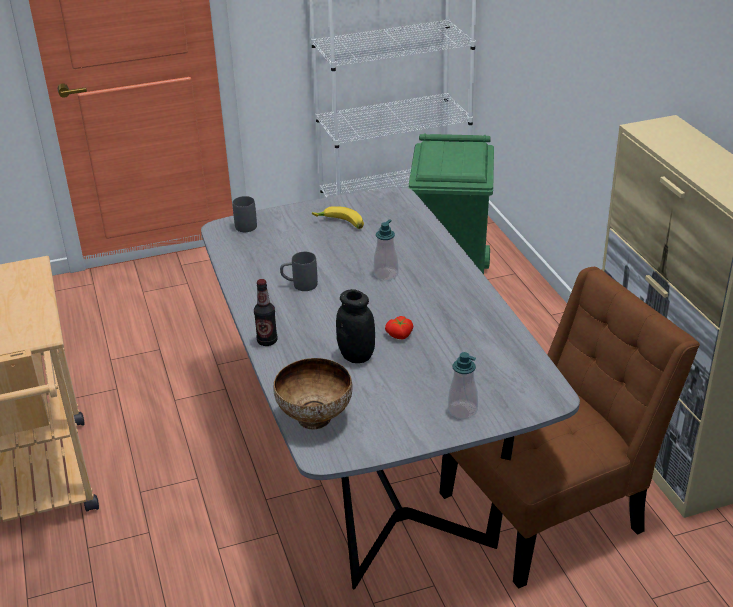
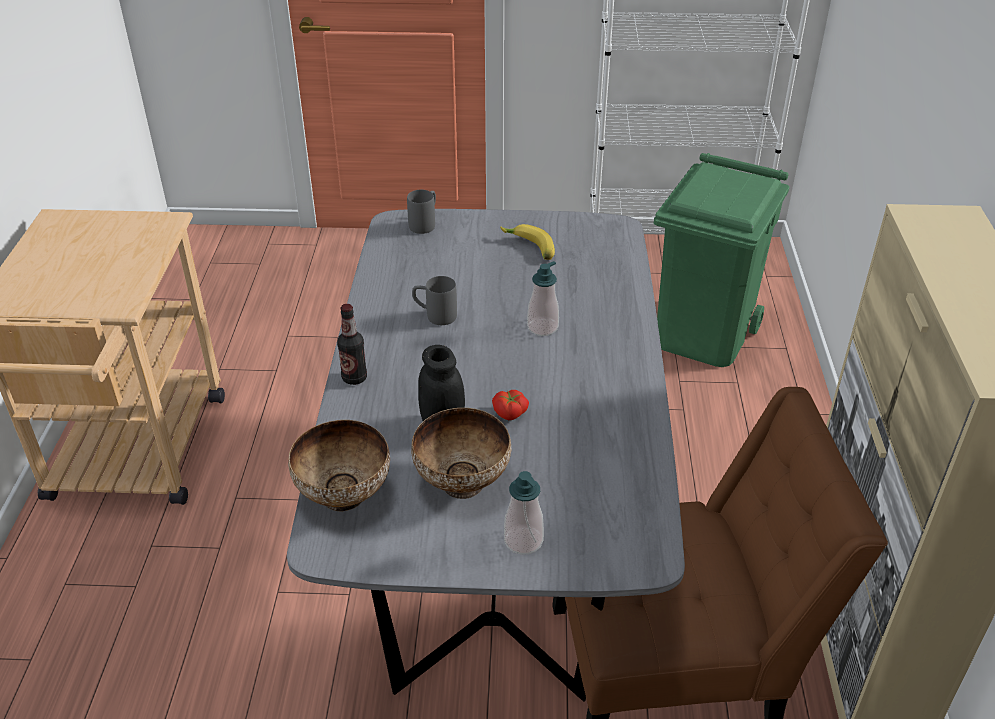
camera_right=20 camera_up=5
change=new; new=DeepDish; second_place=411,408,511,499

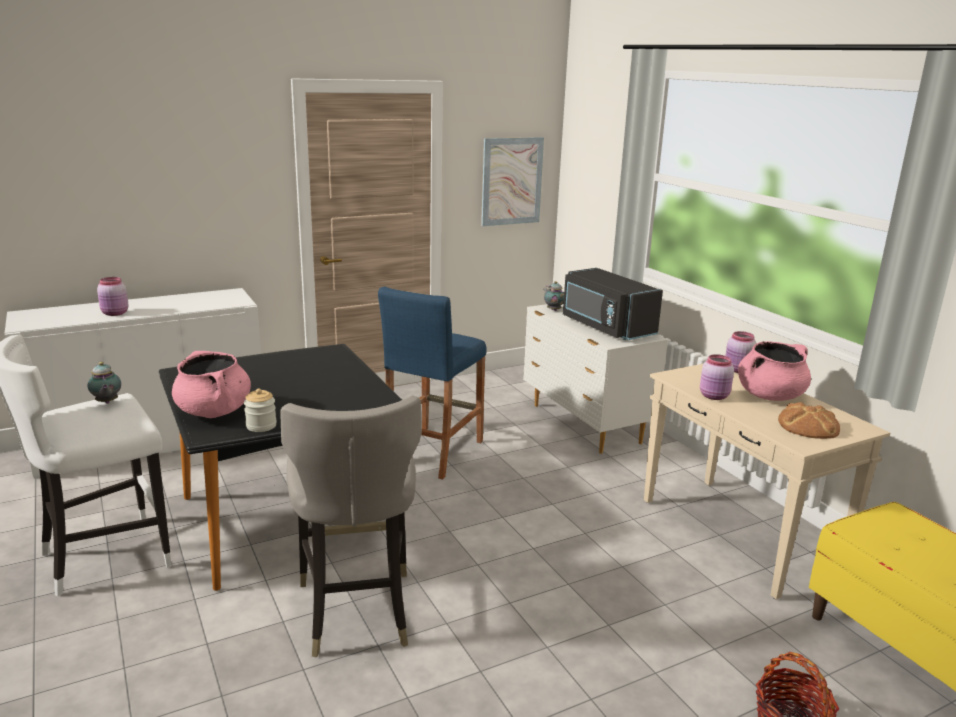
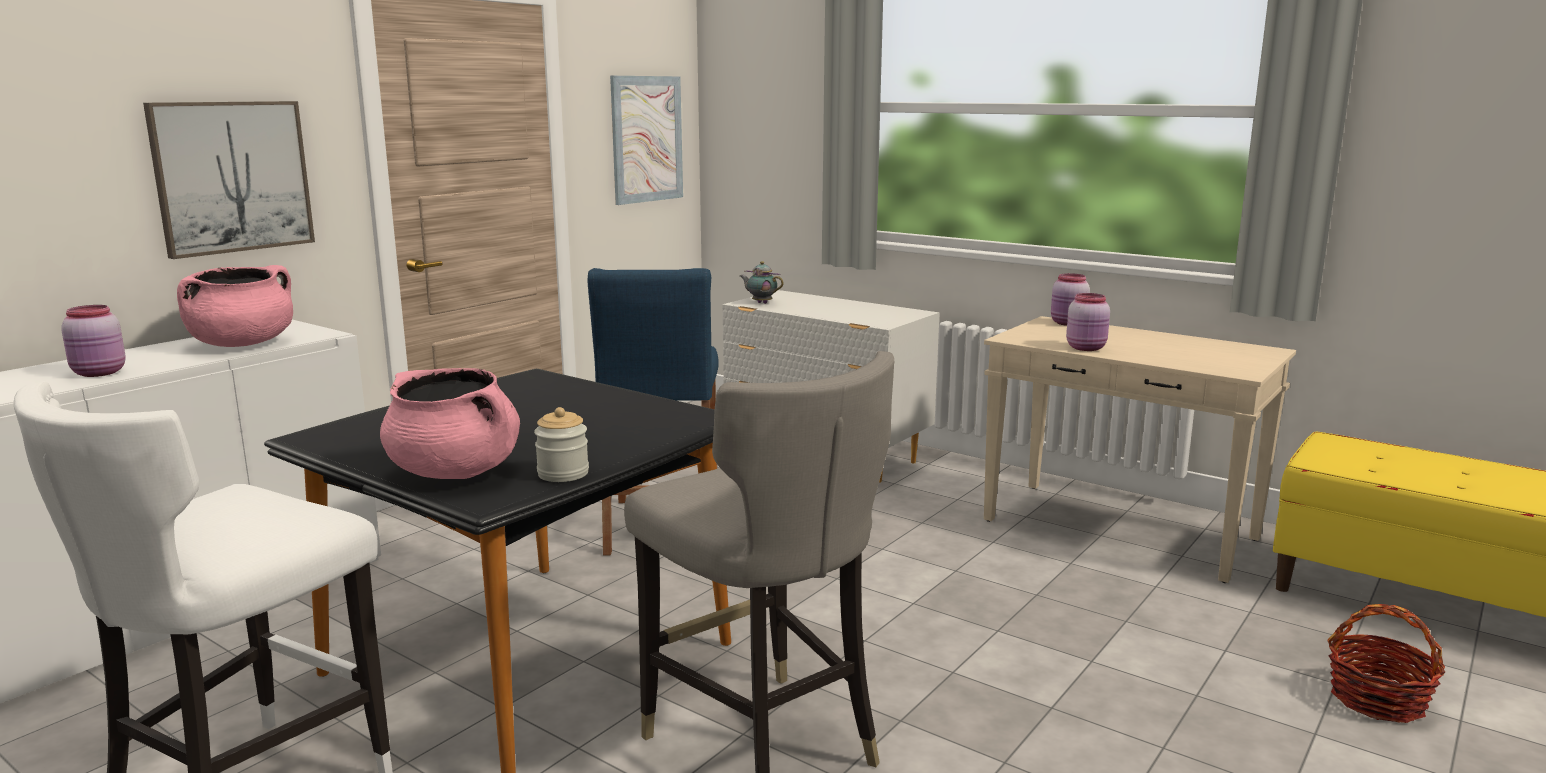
camera_right=-25 camera_up=-5
change=gone; old=TeaPot; first_place=88,362,121,403
change=gone; old=BlackColouredKitchenMicrowave; first_place=563,268,663,340
change=shifted; old=PinkishStockpot; first_place=738,341,811,401; second_place=177,265,293,347
change=gone; old=Bread; first_place=778,402,840,439
change=new; new=WallArt; second_place=143,101,315,259

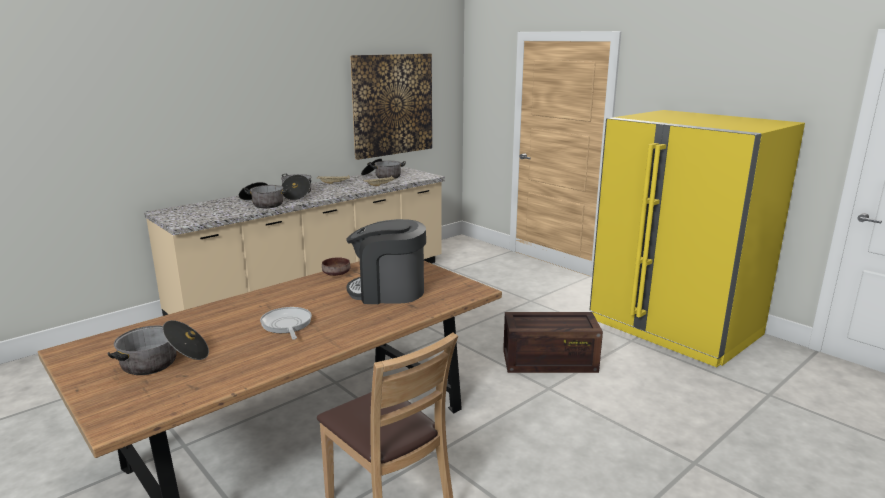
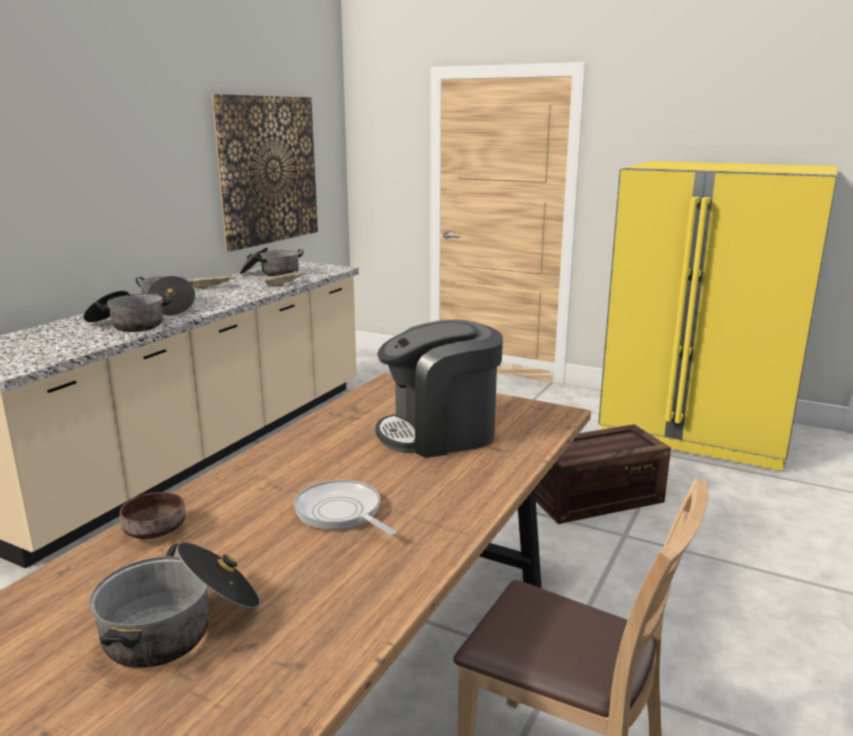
camera_right=-20 camera_up=0
change=shifted; old=BrownishDeepDish; first_place=322,257,350,276; second_place=120,492,186,539

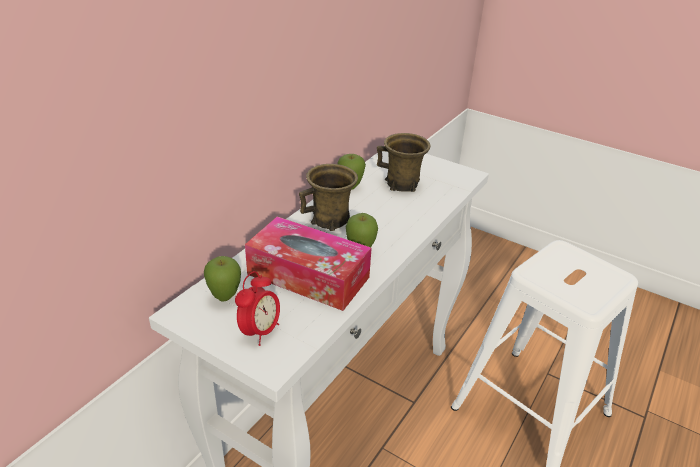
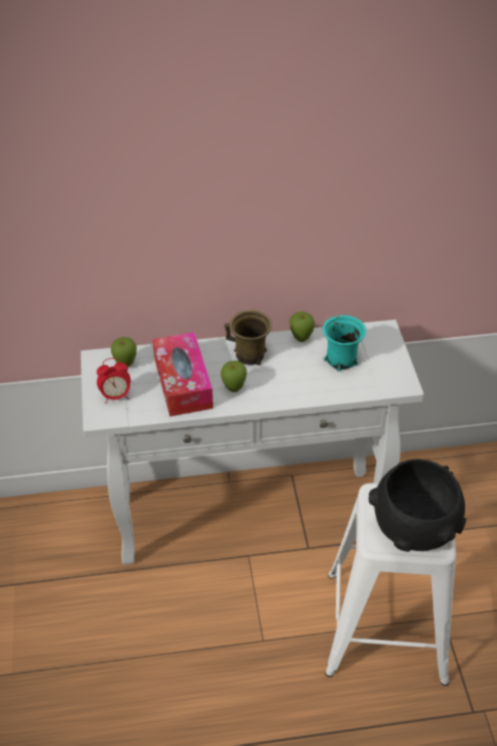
camera_right=50 camera_up=10
change=repainted; old=BrownishMug; new=TurquoiseColouredMug; first_place=377,133,430,192; second_place=323,315,366,371
change=new; new=BlackColouredDeepDish; second_place=368,459,466,552

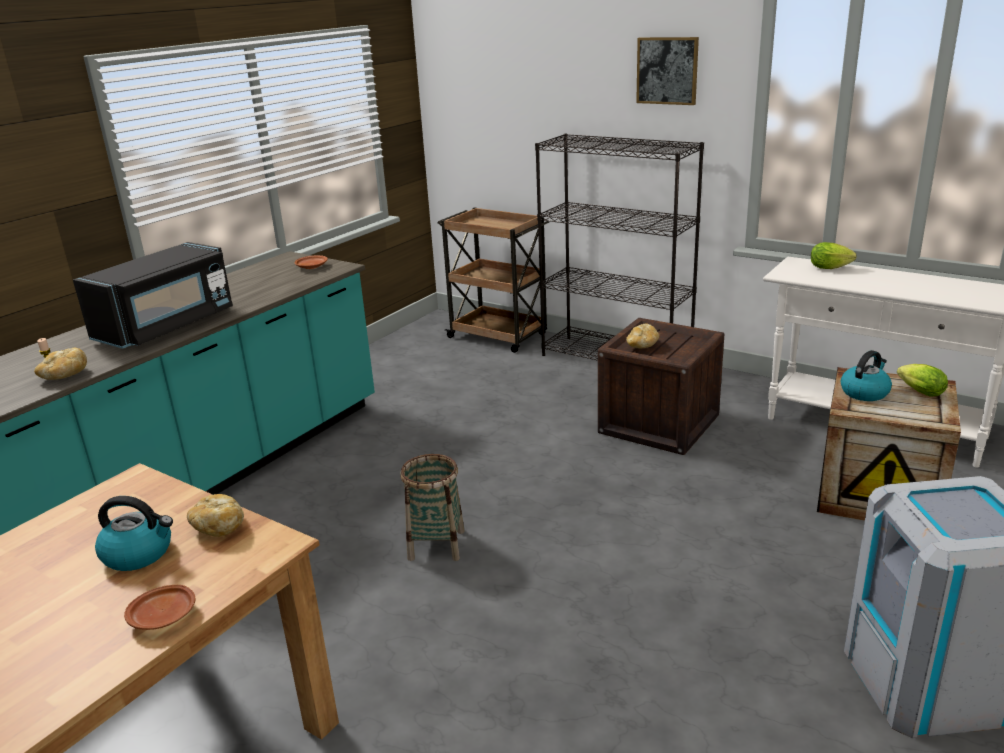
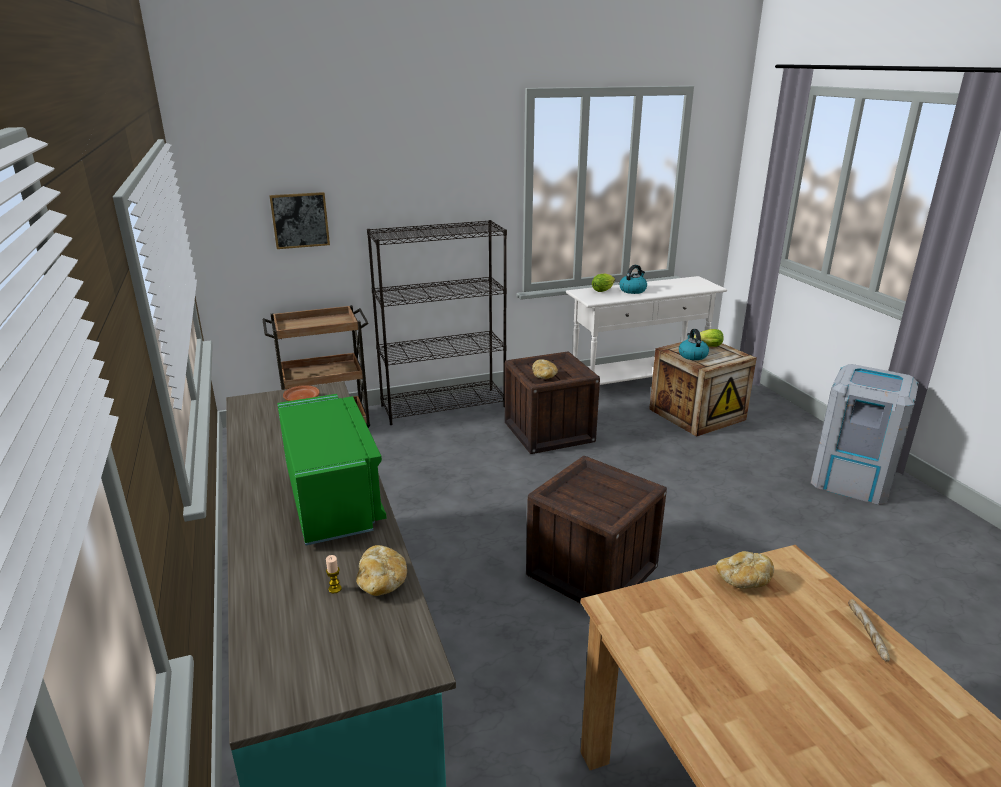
camera_right=-55 camera_up=0
change=repainted; old=BlackColouredKitchenMicrowave; new=GreenColouredKitchenMicrowave; first_place=73,242,233,349; second_place=277,394,387,545
change=shifted; old=Kettle; first_place=95,496,173,571; second_place=619,265,647,294
change=swapped; old=BrownishFlatDish; new=Bread; first_place=124,585,196,630; second_place=848,599,890,661
change=swapped; old=StorageBasket; new=Crate; first_place=400,454,465,561; second_place=526,456,667,604
change=shifted; old=WallArt; first_place=636,37,699,105; second_place=269,192,330,249

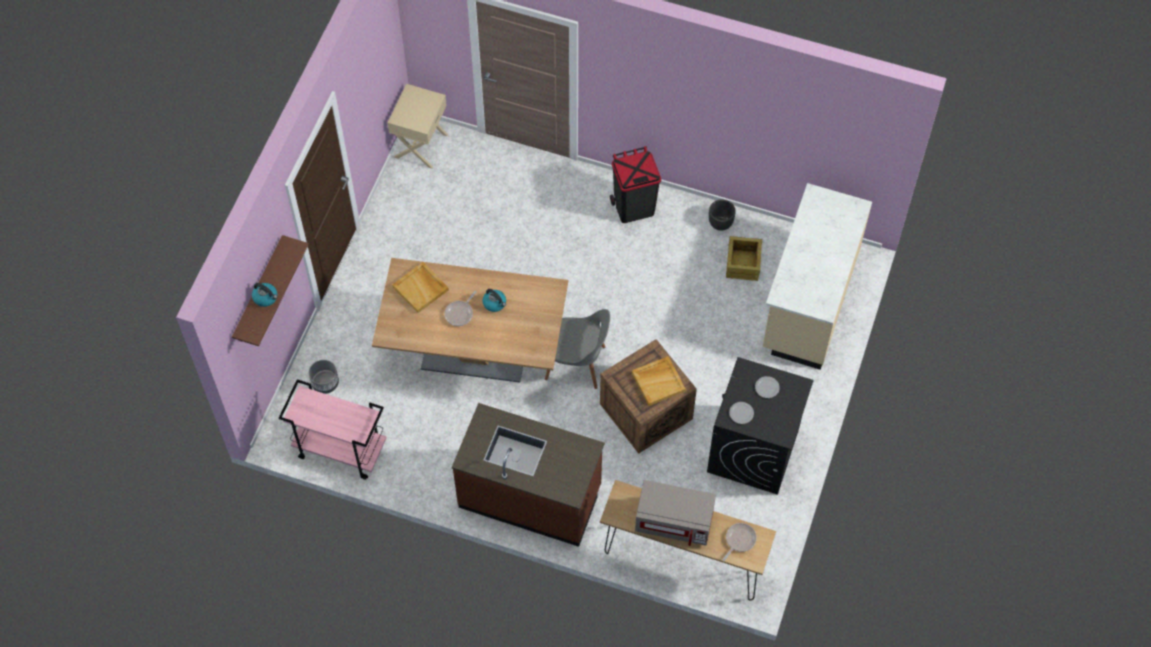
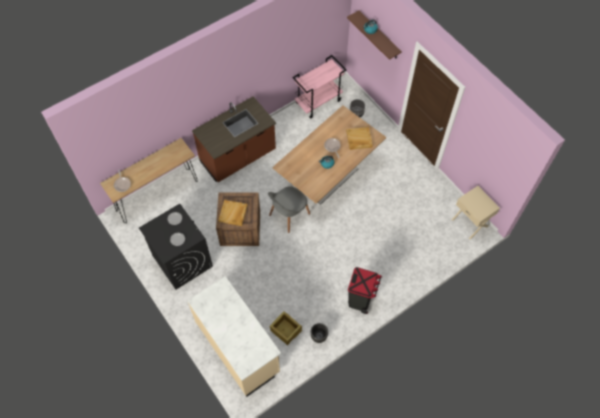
camera_right=125 camera_up=0
change=gone; old=GrayKitchenMicrowave; first_place=635,480,716,546

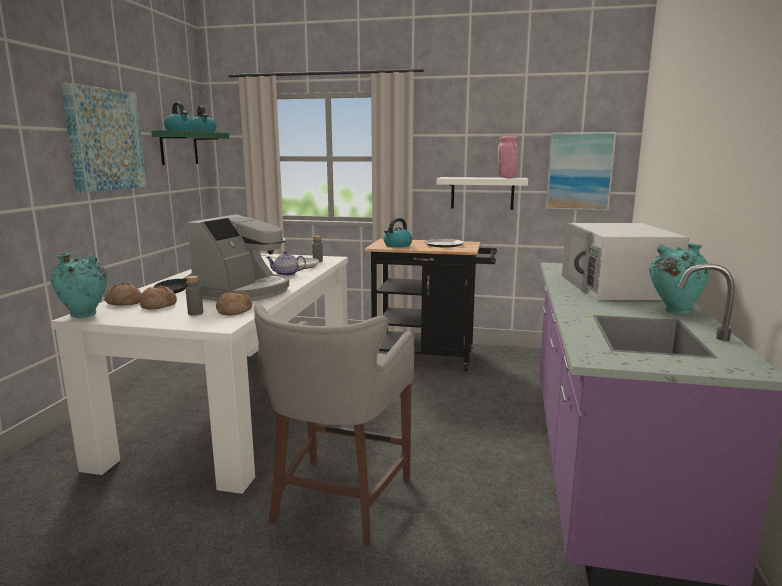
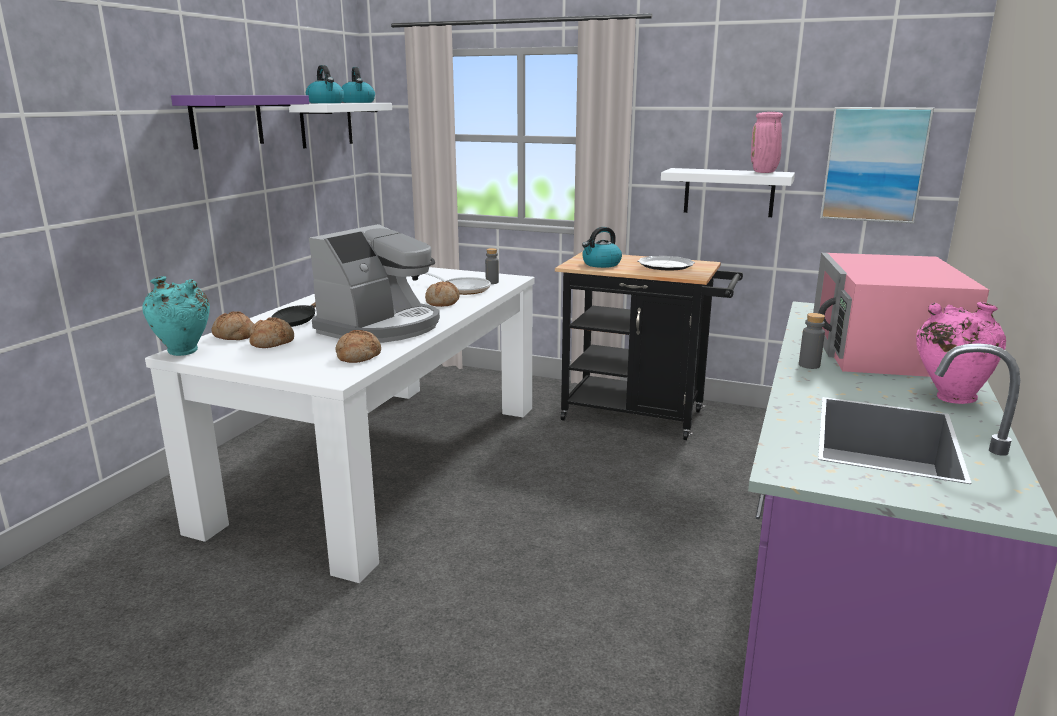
camera_right=10 camera_up=5
change=swapped; old=WallArt; new=PurpleShelf; first_place=61,82,147,193; second_place=171,95,309,149
change=repainted; old=GreenColouredShelf; new=WhiteColouredShelf; first_place=151,130,229,165; second_place=289,103,392,148
change=shifted; old=GrayBottle; first_place=186,276,203,316; second_place=799,313,825,369
change=gone; old=GrayStool; first_place=254,304,414,545
change=swapped; old=TeaPot; new=Bread; first_place=266,251,306,276; second_place=425,281,460,307
change=repainted; old=WhiteColouredKitchenMicrowave; new=PinkishKitchenMicrowave; first_place=562,223,689,300; second_place=813,253,989,377
change=repainted; old=TurquoiseColouredFlowerVase; new=PinkishFlowerVase; first_place=649,243,710,314; second_place=916,302,1006,404

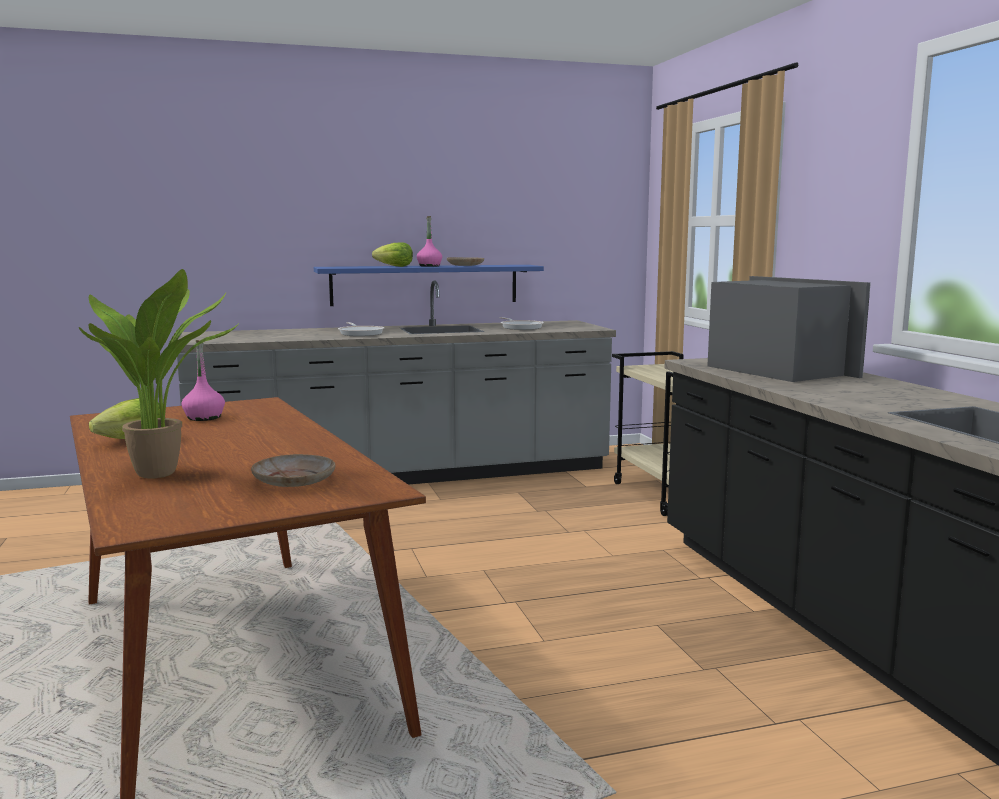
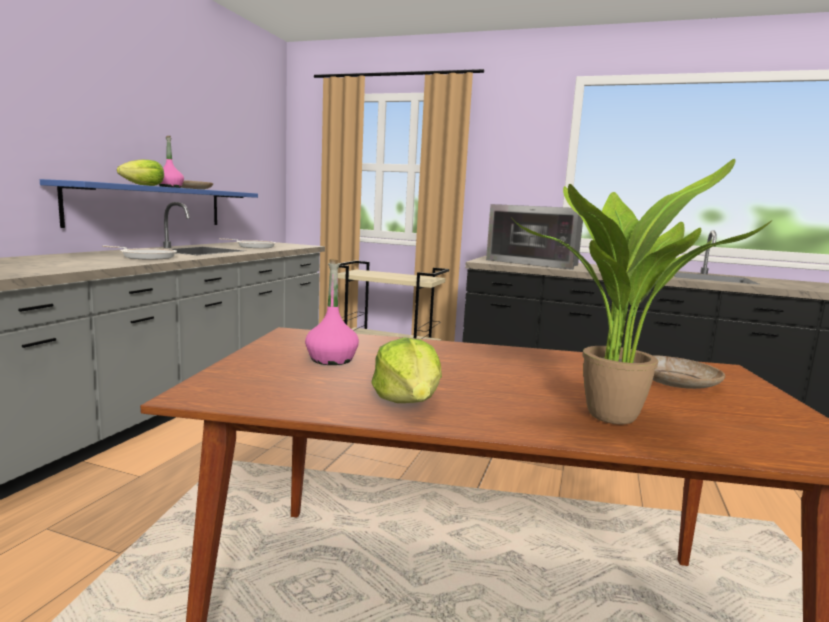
camera_right=-55 camera_up=0
change=rotated; old=KitchenMicrowave; first_place=707,276,871,382; second_place=486,204,583,270; degrees=-150

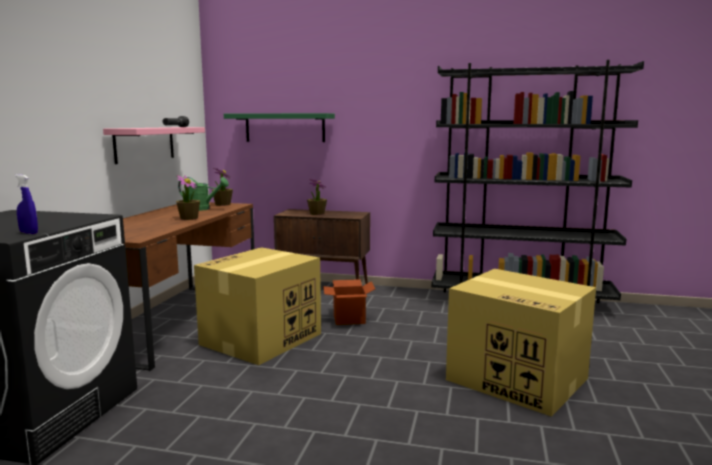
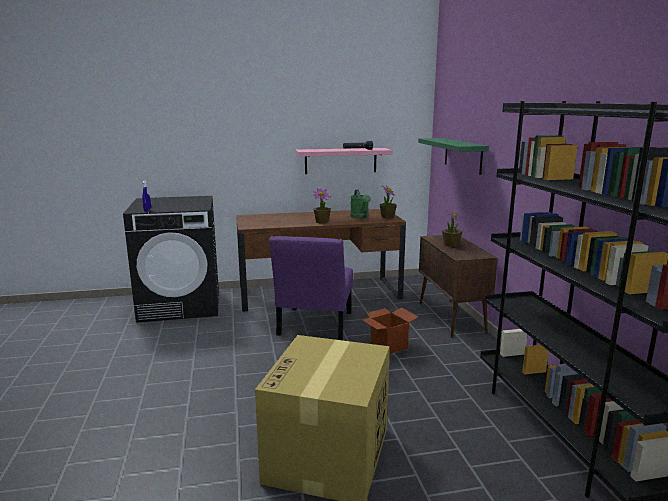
camera_right=65 camera_up=5
change=swapped; old=PackingBox; new=PurpleUprightChair; first_place=194,247,321,365; second_place=269,236,353,340

